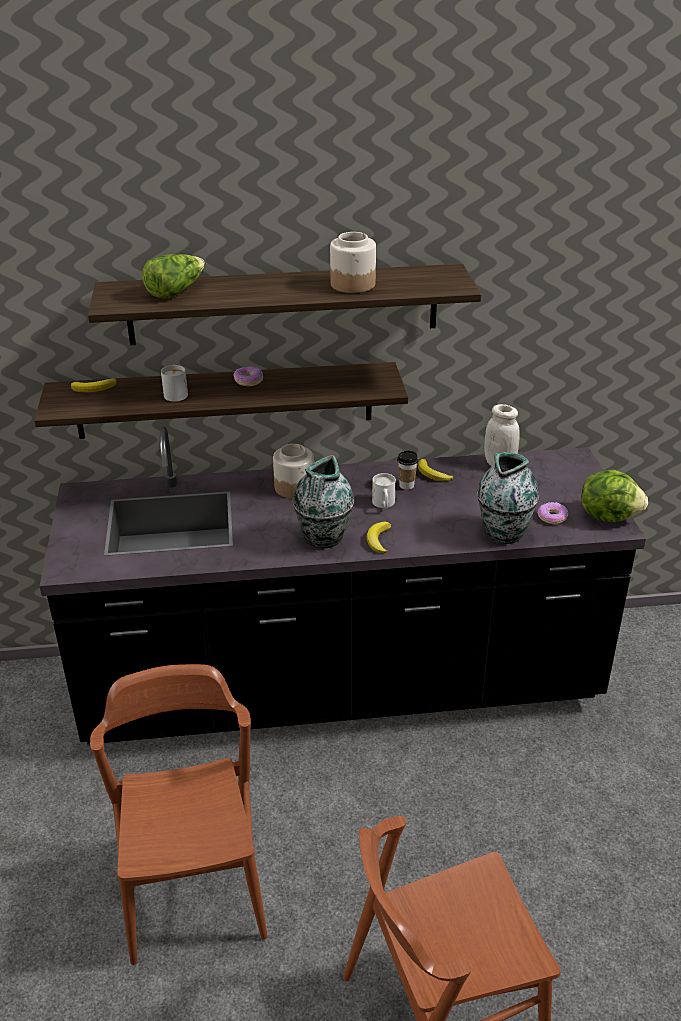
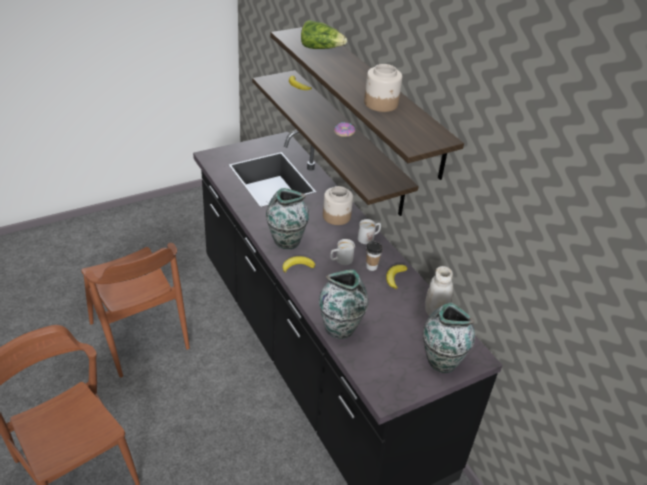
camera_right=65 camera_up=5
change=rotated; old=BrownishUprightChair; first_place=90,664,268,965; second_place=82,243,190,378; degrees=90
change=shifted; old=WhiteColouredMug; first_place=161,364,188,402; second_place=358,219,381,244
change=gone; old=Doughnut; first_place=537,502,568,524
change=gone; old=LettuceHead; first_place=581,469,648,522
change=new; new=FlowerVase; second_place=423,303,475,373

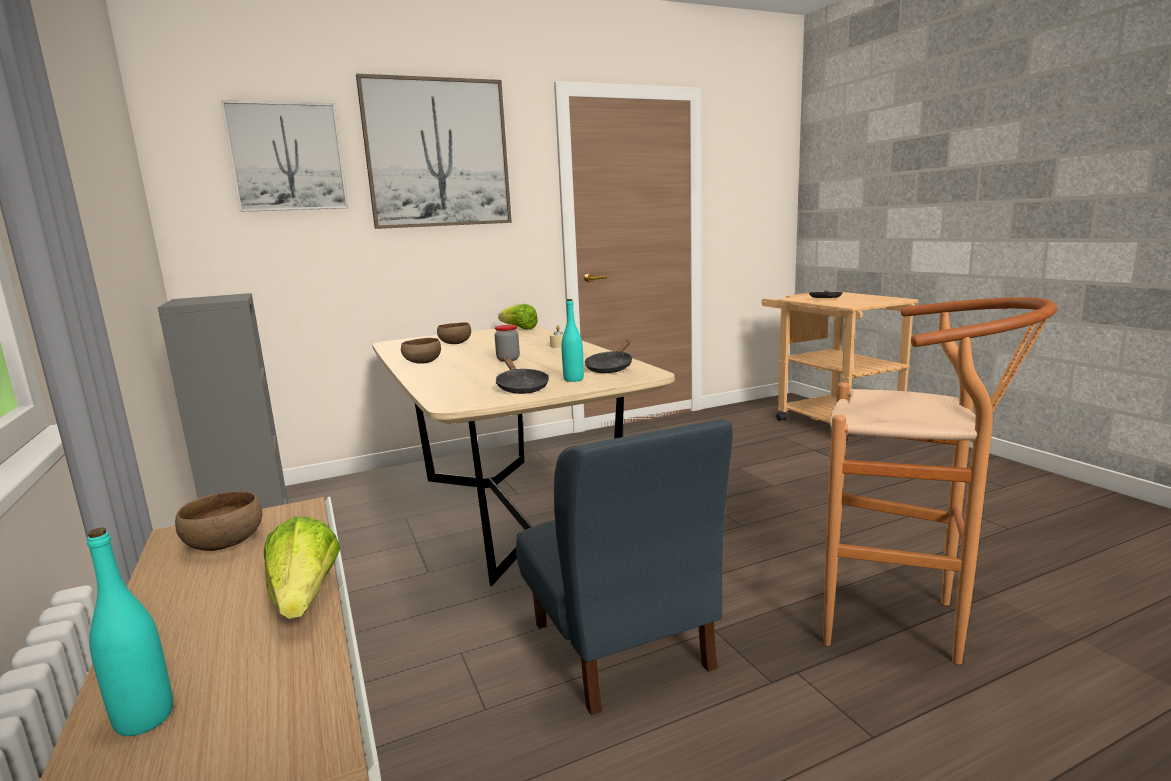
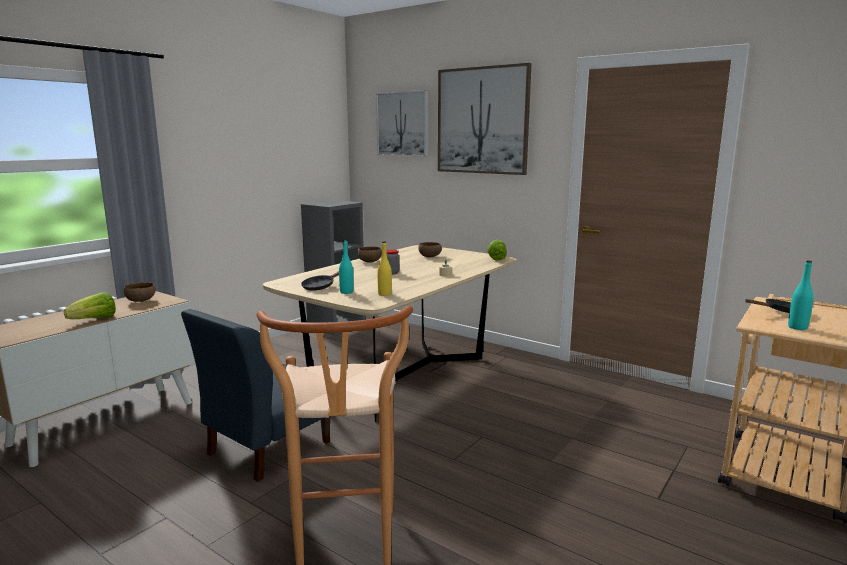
camera_right=60 camera_up=0
change=shifted; old=TurquoiseColouredBottle; first_place=87,527,173,736; second_place=788,261,813,330
change=swapped; old=BlackColouredPan; new=YellowColouredBottle; first_place=585,340,632,373; second_place=377,241,392,296

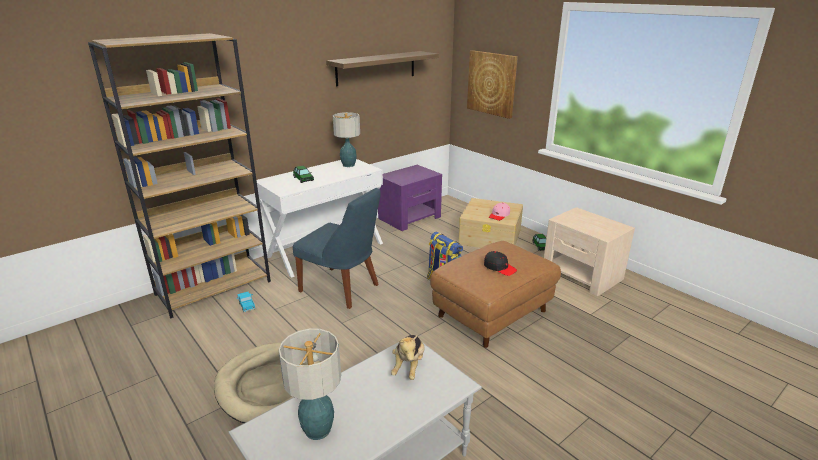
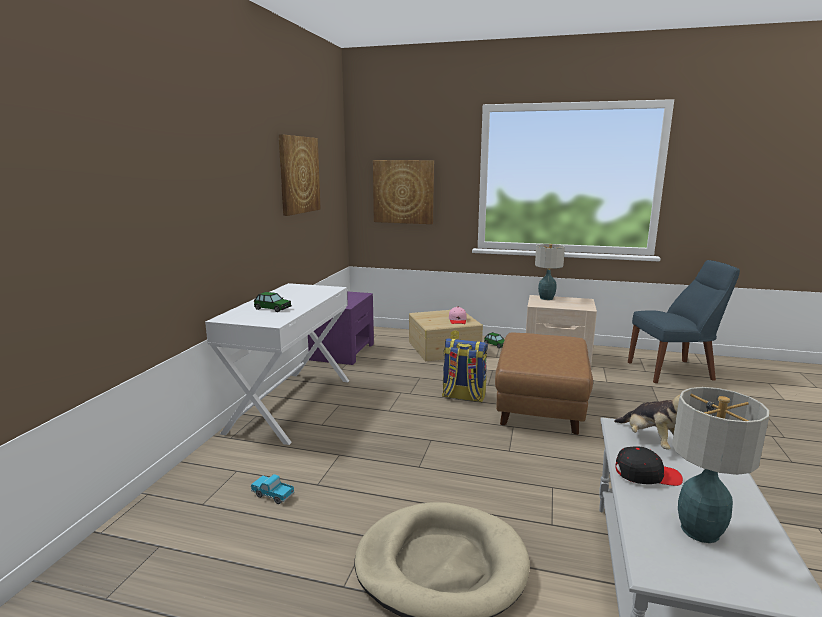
camera_right=-35 camera_up=-10
change=gone; old=BrownishShelvingUnit; first_place=88,33,271,318
change=shifted; old=BlueColouredUprightChair; first_place=293,188,381,309; second_place=628,260,740,383
change=swapped; old=Shelf; new=WallArt; first_place=326,51,439,87; second_place=279,134,321,216
change=shifted; old=TabletopLamp; first_place=333,112,360,167; second_place=535,244,565,300
change=shifted; old=BlackColouredBaseballCap; first_place=484,251,517,276; second_place=615,446,683,486

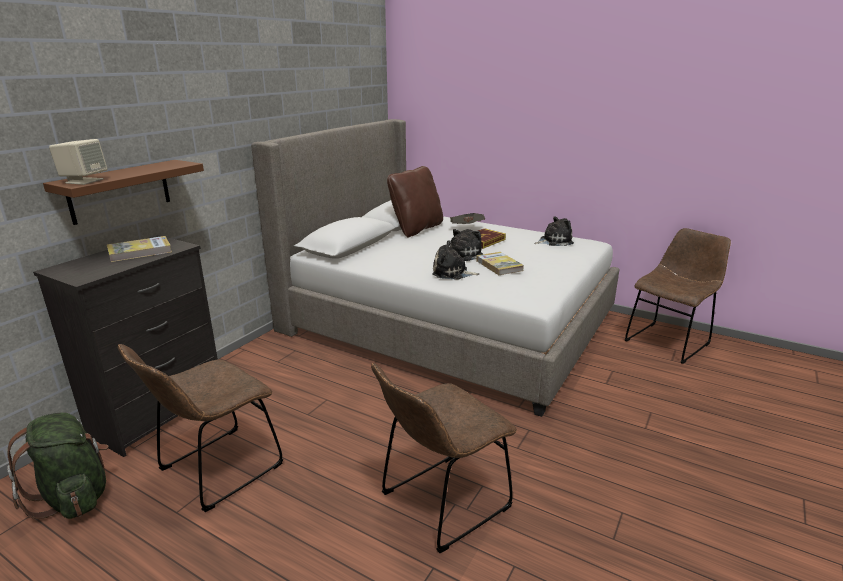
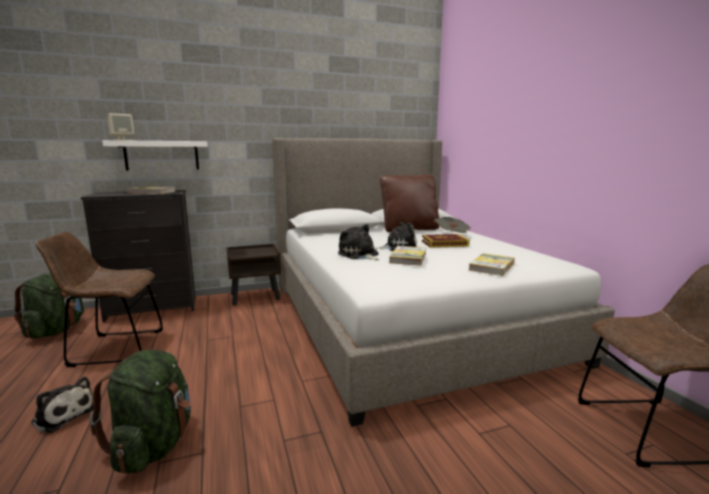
camera_right=40 camera_up=-10
change=repainted; old=BrownishShelf; new=WhiteColouredShelf; first_place=43,160,204,225; second_place=102,140,208,170
change=swapped; old=BrownishUprightChair; new=GreenColouredRucksack; first_place=371,363,517,553; second_place=89,350,191,474
change=shifted; old=SoftToy; first_place=534,216,574,246; second_place=31,377,94,433
change=new; new=BrownishNightstand; second_place=226,244,281,306
change=new; new=Book; second_place=468,253,515,276

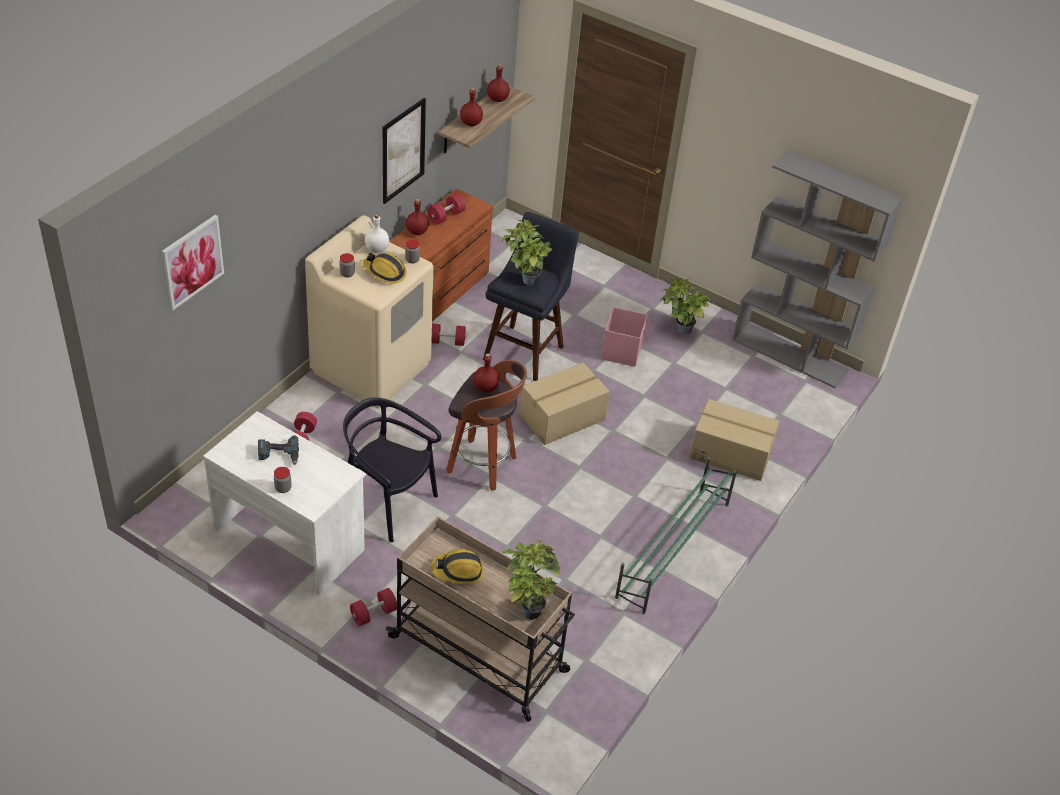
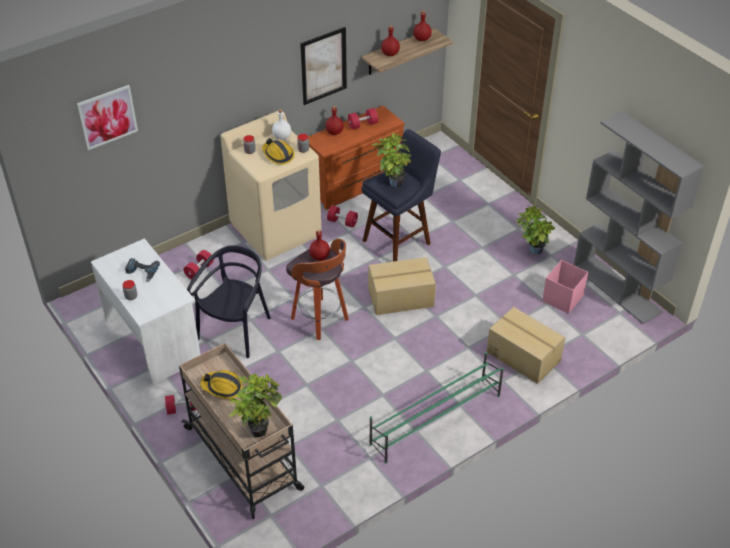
camera_right=25 camera_up=0
change=rotated; old=BlackColouredUprightChair; first_place=343,398,442,542; second_place=187,245,271,358; degrees=60
change=shifted; old=PinkishStorageContainer; first_place=601,307,648,367; second_place=542,260,588,314

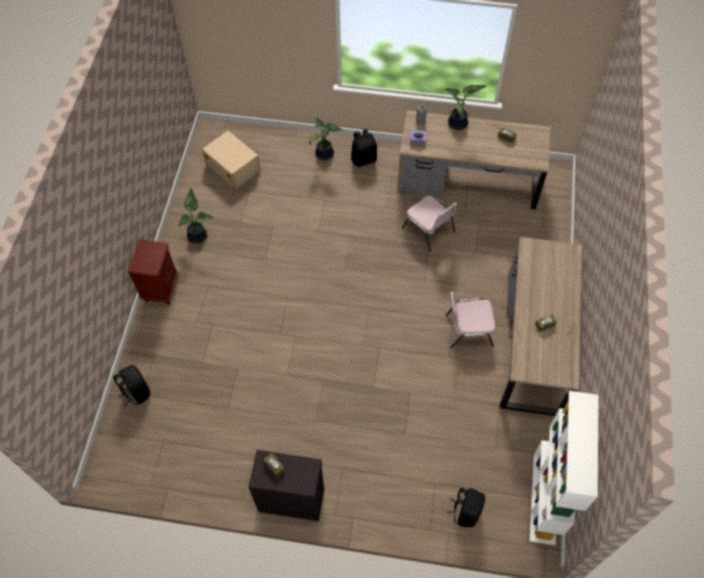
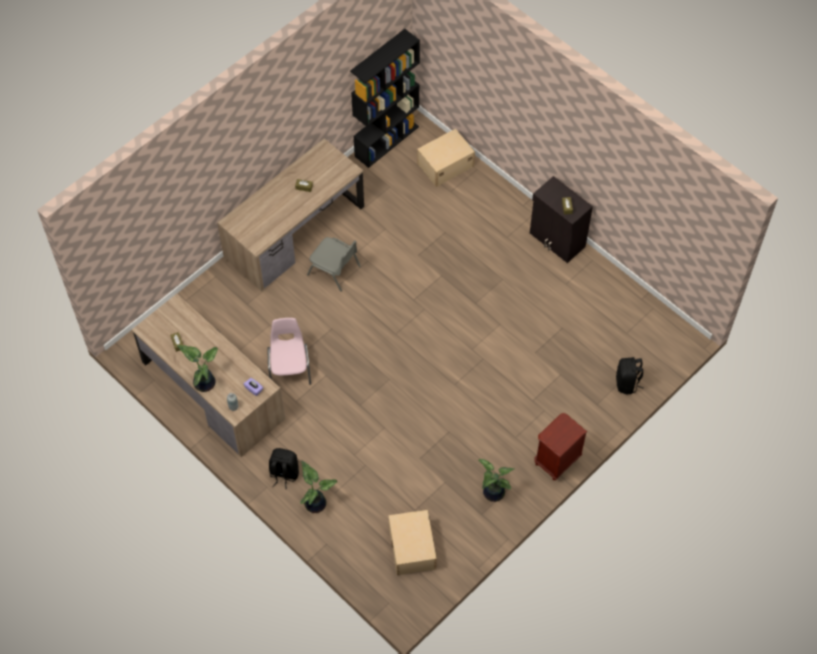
camera_right=-145 camera_up=0
change=repainted; old=PinkishUprightChair; new=GrayUprightChair; first_place=446,292,496,348; second_place=307,237,361,292
change=swapped; old=BlackColouredRucksack; new=BeigeStorageContainer; first_place=446,488,485,528; second_place=417,129,475,187
change=repainted; old=WhiteColouredShelvingUnit; new=BlackColouredShelvingUnit; first_place=530,391,598,545; second_place=350,29,420,168

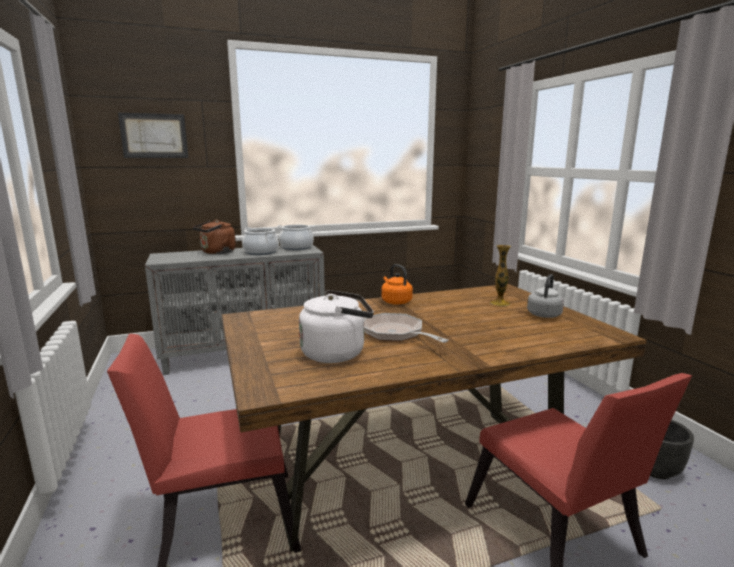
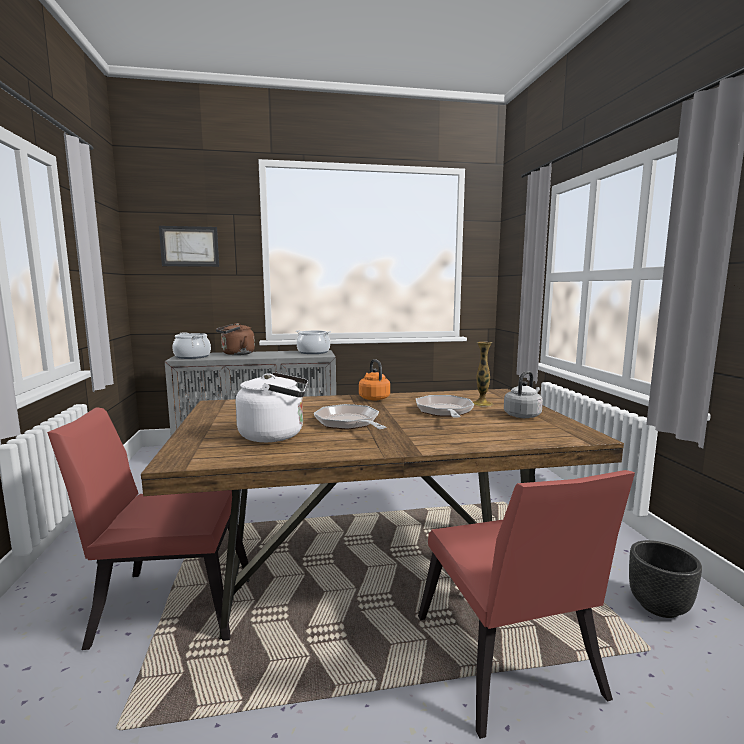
camera_right=10 camera_up=-5
change=shifted; old=Stockpot; first_place=242,227,279,255; second_place=173,332,211,359
change=new; new=Pan; second_place=416,395,474,418

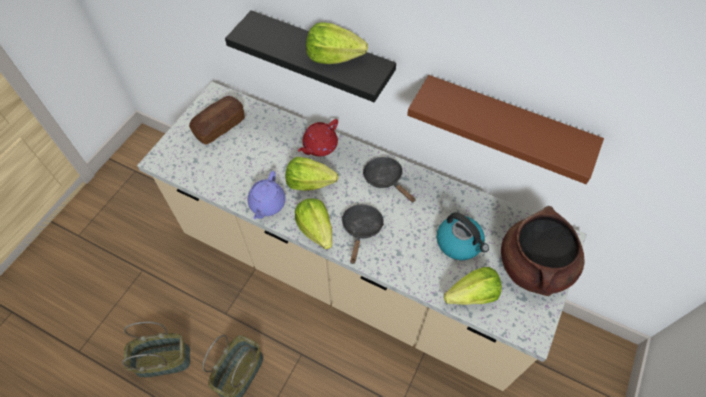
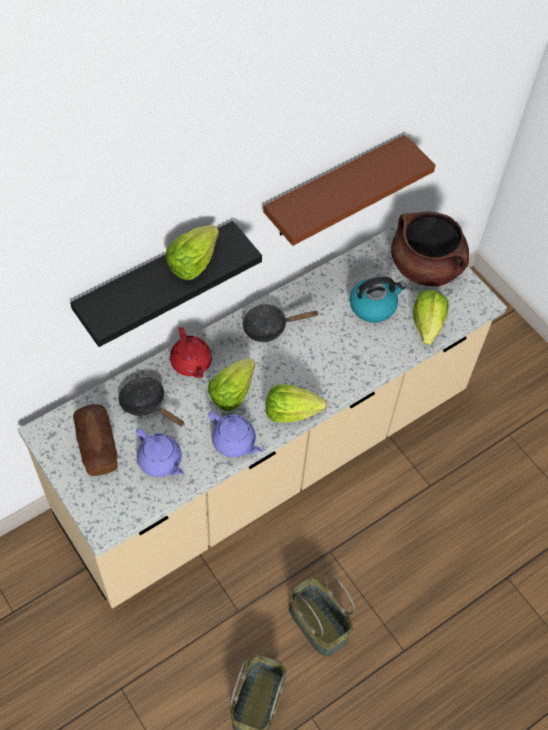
camera_right=-65 camera_up=0
change=shifted; old=BlackColouredPan; first_place=341,204,384,264; second_place=118,377,184,426
change=new; new=PurpleTeaPot; second_place=136,428,184,477

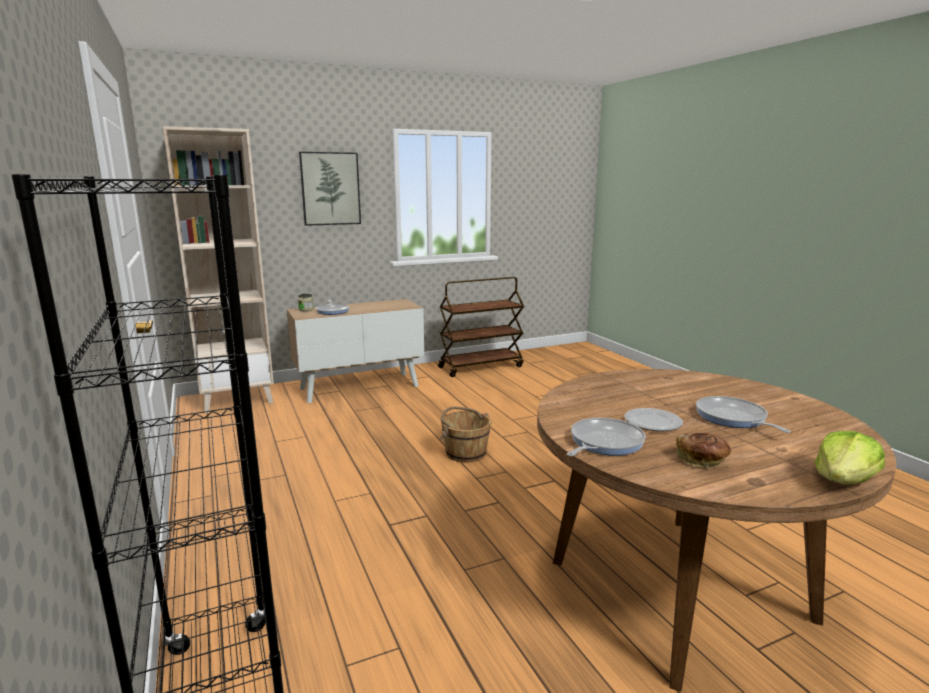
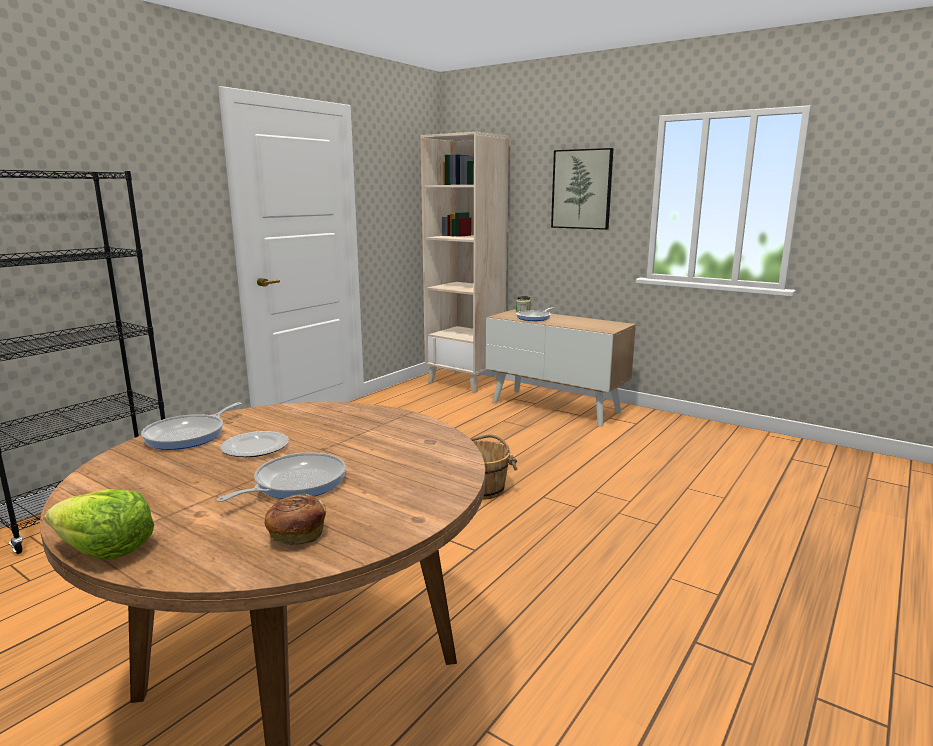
camera_right=60 camera_up=0
change=gone; old=BrownishWheeledCart; first_place=438,277,524,377
change=rotated; old=Pan; first_place=567,418,646,456; second_place=141,402,242,450; degrees=105
change=shifted; old=Bread; first_place=676,433,731,468; second_place=265,494,326,545

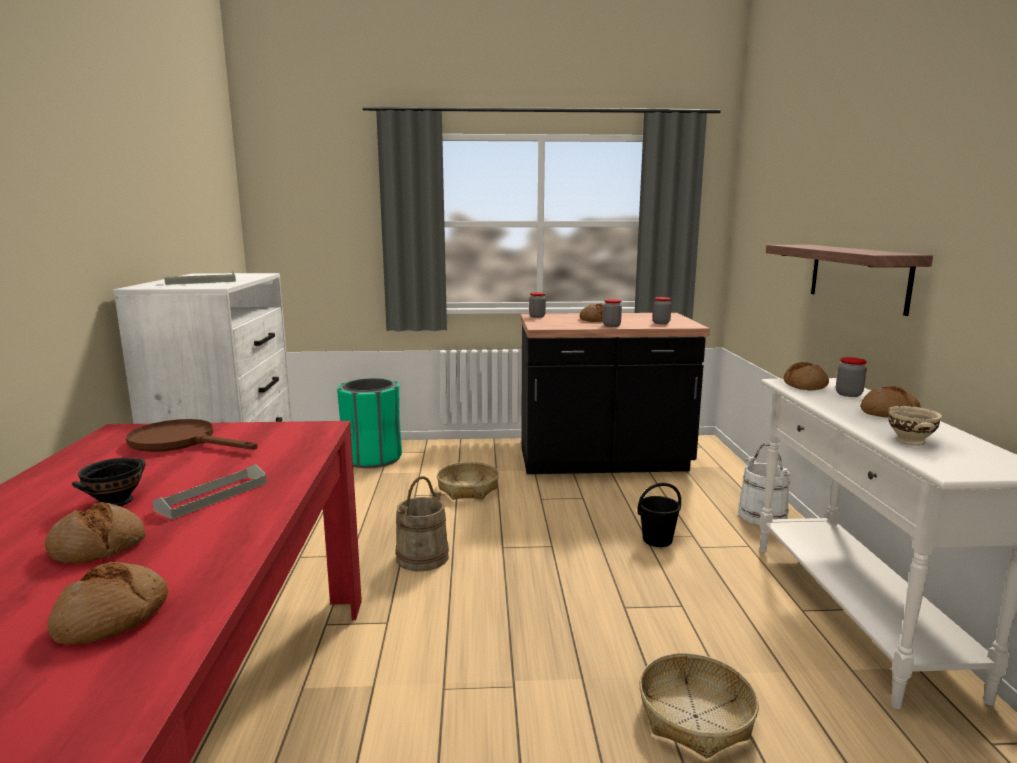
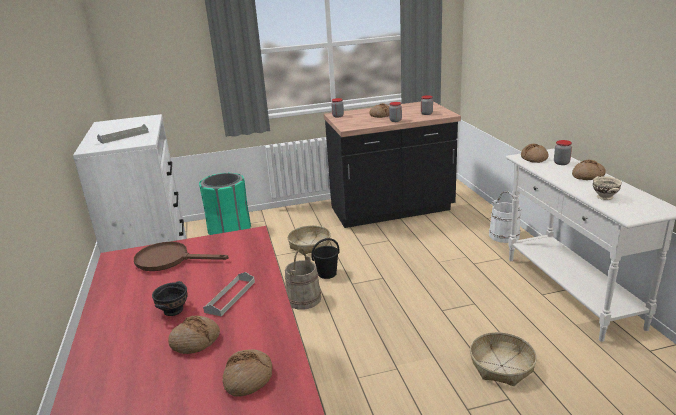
camera_right=-10 camera_up=10
change=shifted; old=BlackColouredWaterBucket; first_place=637,483,681,547; second_place=311,238,340,279
change=gone; old=Shelf; first_place=766,245,933,316

